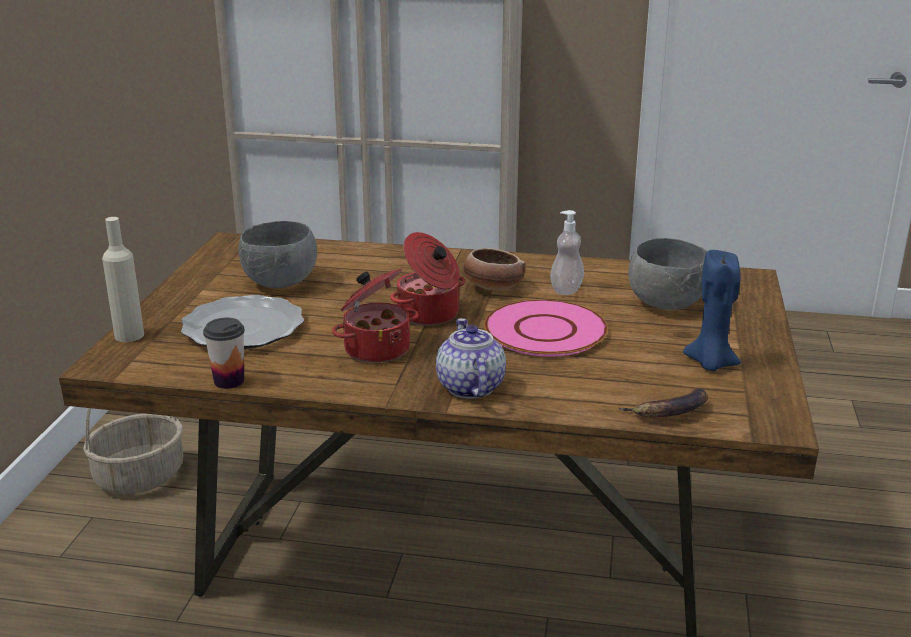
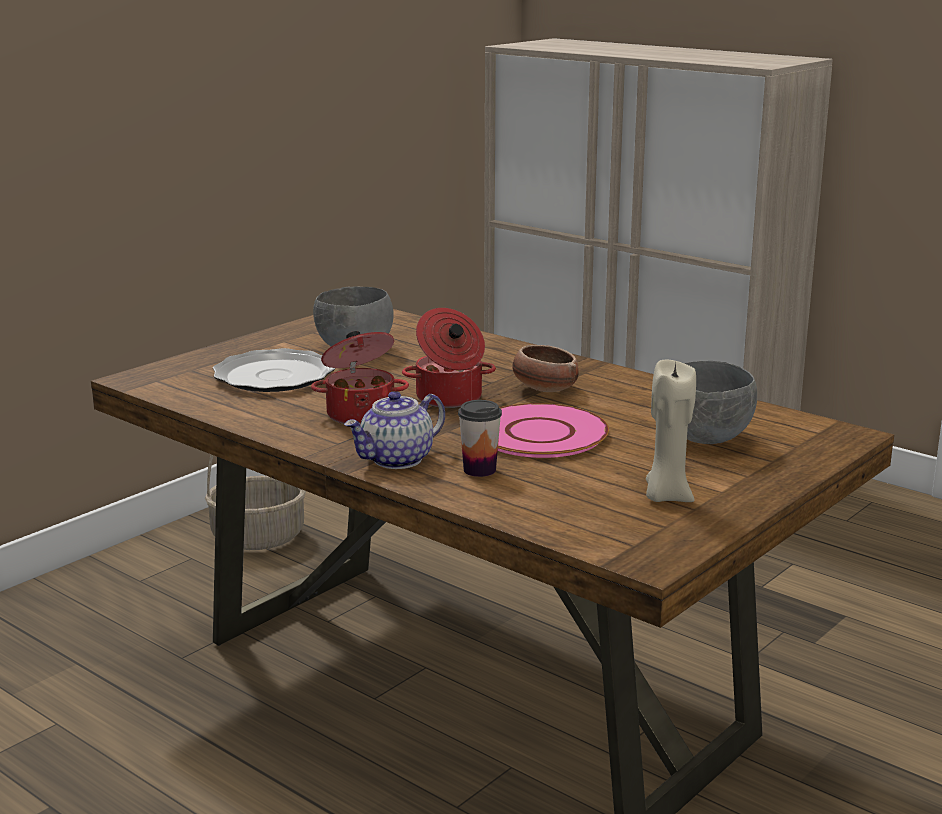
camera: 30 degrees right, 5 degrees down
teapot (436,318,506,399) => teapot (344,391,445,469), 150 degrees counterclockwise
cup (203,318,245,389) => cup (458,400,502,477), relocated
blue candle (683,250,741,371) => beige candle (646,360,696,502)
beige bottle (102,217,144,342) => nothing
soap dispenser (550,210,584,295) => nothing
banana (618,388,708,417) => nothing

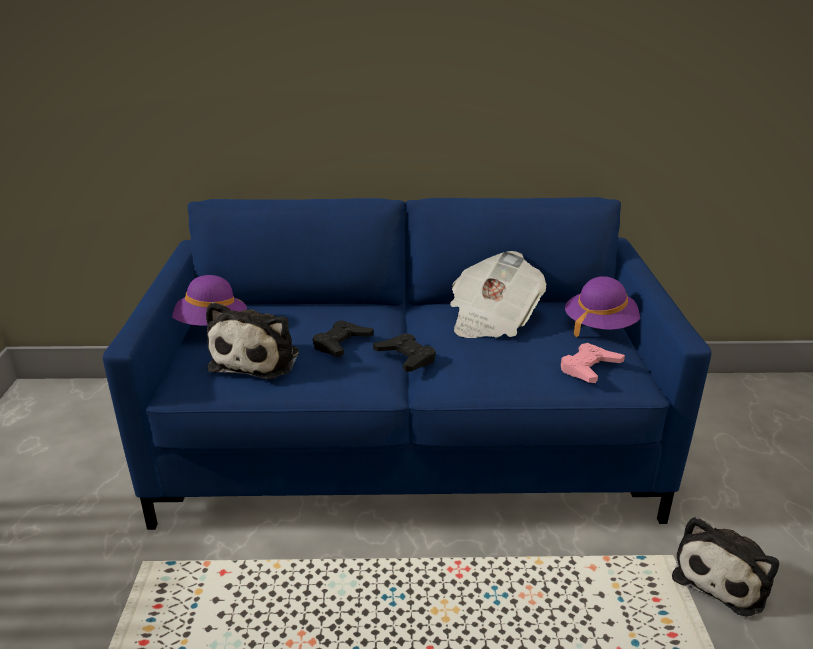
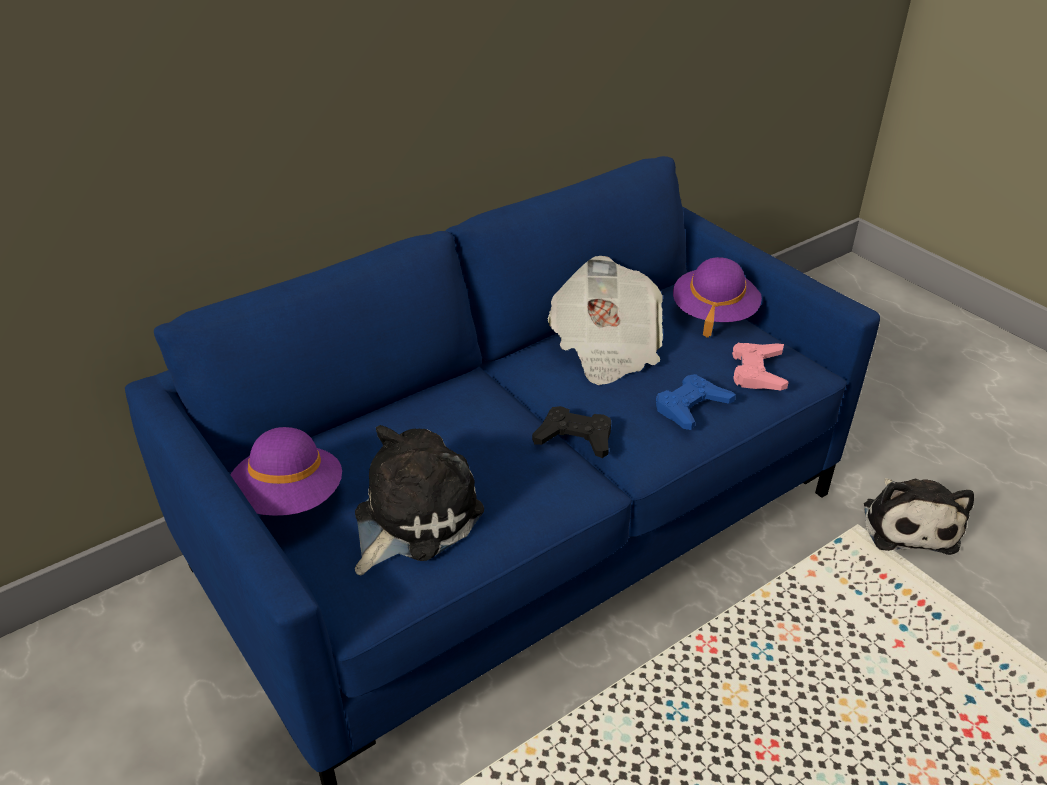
camera: 35 degrees left, 10 degrees up
plush toy (206,302,299,380) => plush toy (355,425,484,576), 120 degrees counterclockwise
nothing => blue game controller (656,374,736,430)
black game controller (312,320,374,357) => nothing

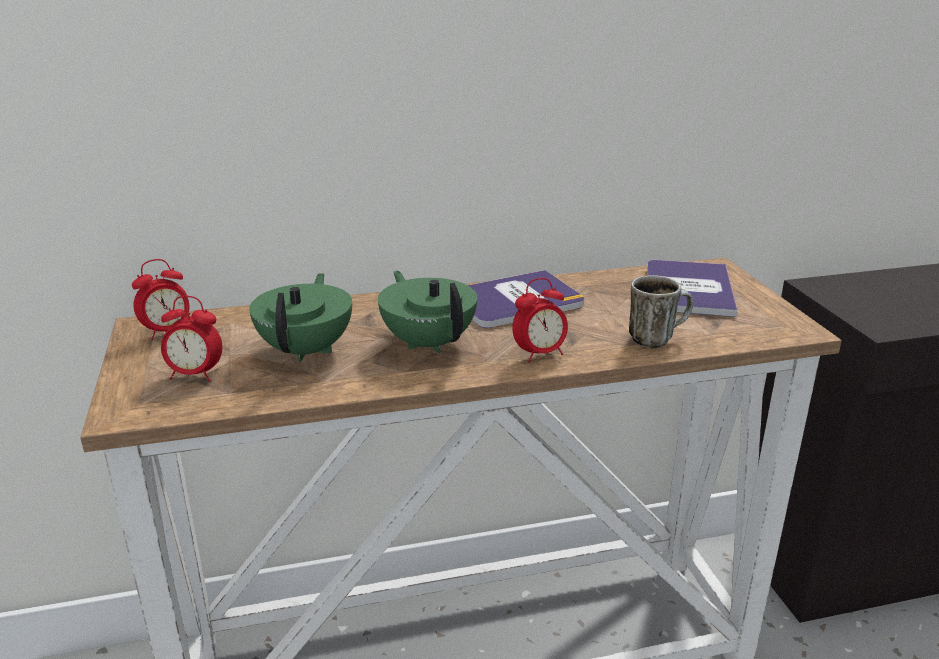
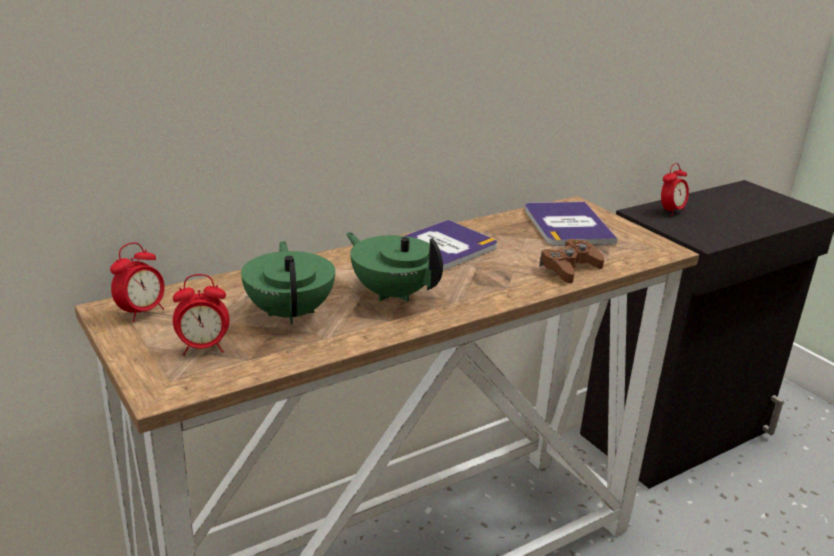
camera: 20 degrees left, 0 degrees up
mug (629,275,693,348) => brown game controller (539,239,604,284)
alarm clock (512,278,568,363) => alarm clock (661,163,689,216), relocated

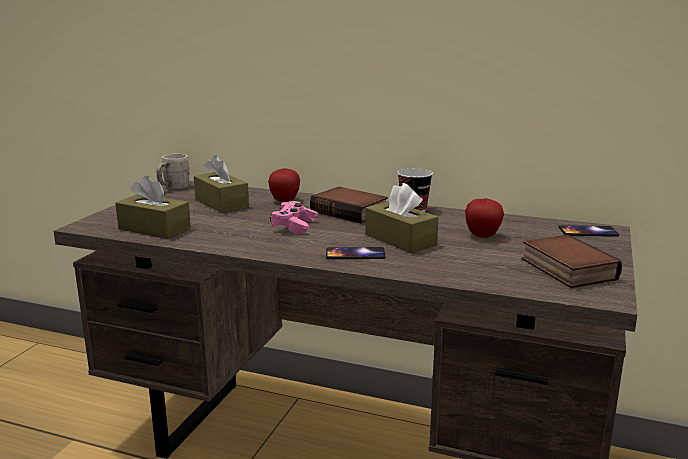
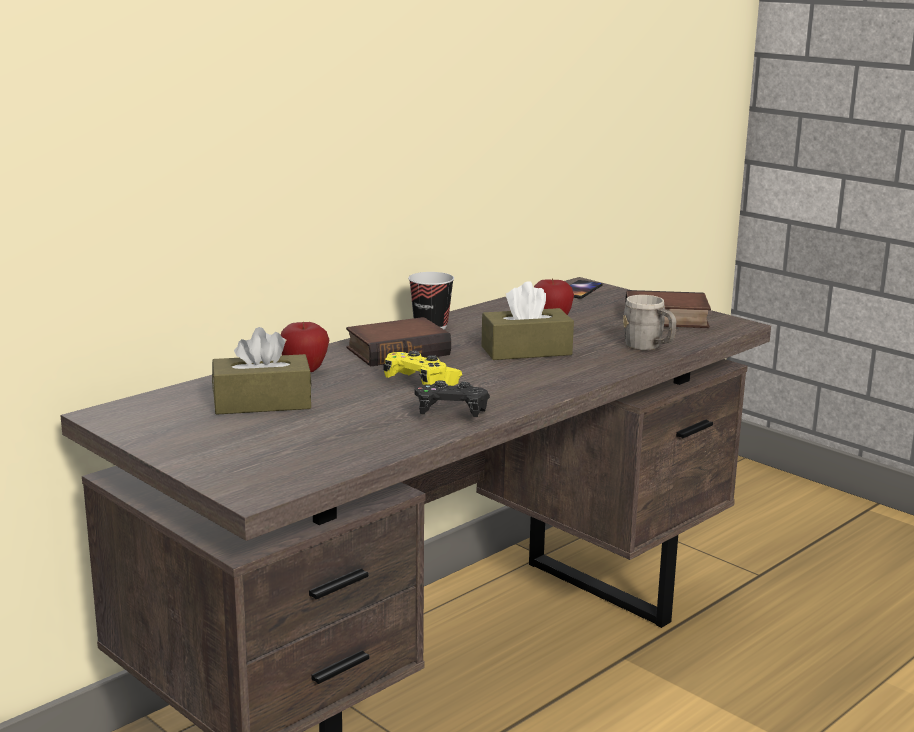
camera: 65 degrees left, 0 degrees up
pink game controller (270,201,318,234) => yellow game controller (383,350,462,386)
nothing => black game controller (414,380,490,417)
grey mug (156,154,190,190) => grey mug (623,295,676,350), relocated
brown tissue box (115,175,191,239) => nothing
phone (326,247,386,259) => nothing

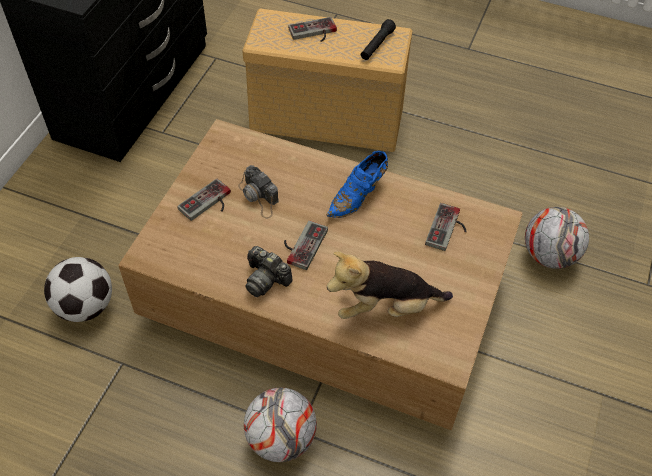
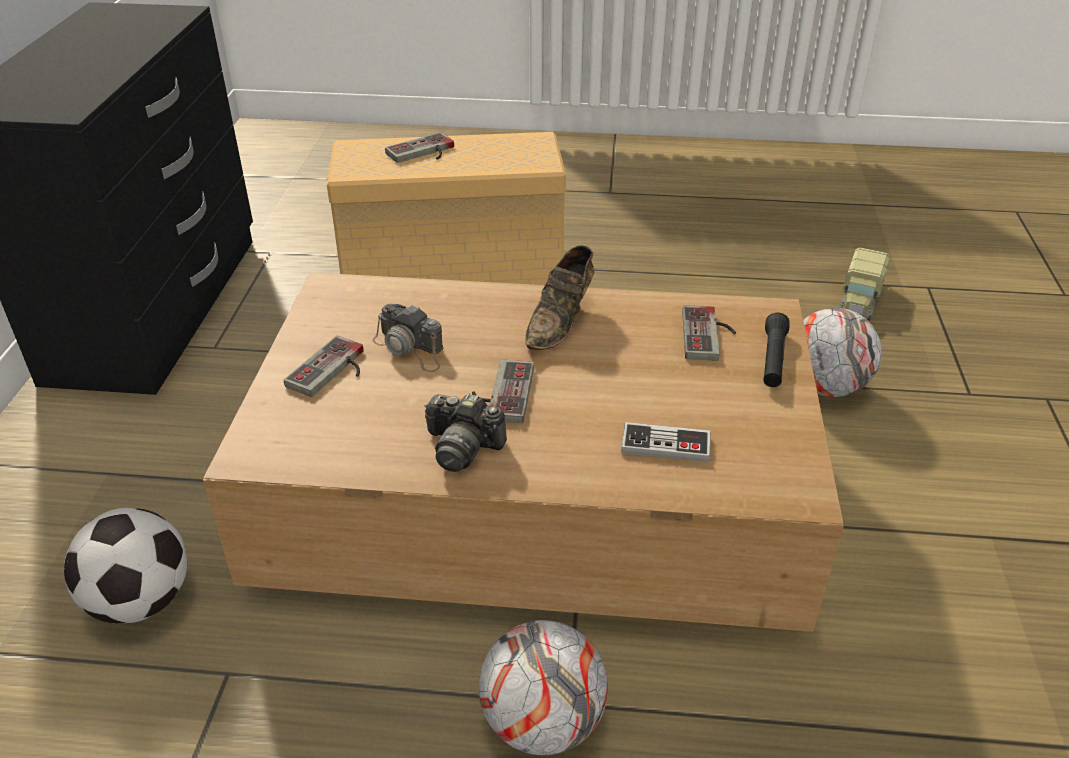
camera: 15 degrees left, 15 degrees down
blue shoe (326,151,388,218) => brown shoe (525,246,594,350)
plush toy (327,251,453,319) => game controller (621,422,711,462)
black flashlight (361,19,396,60) => black flashlight (763,313,790,387), relocated
nothing => toy truck (839,247,890,321)

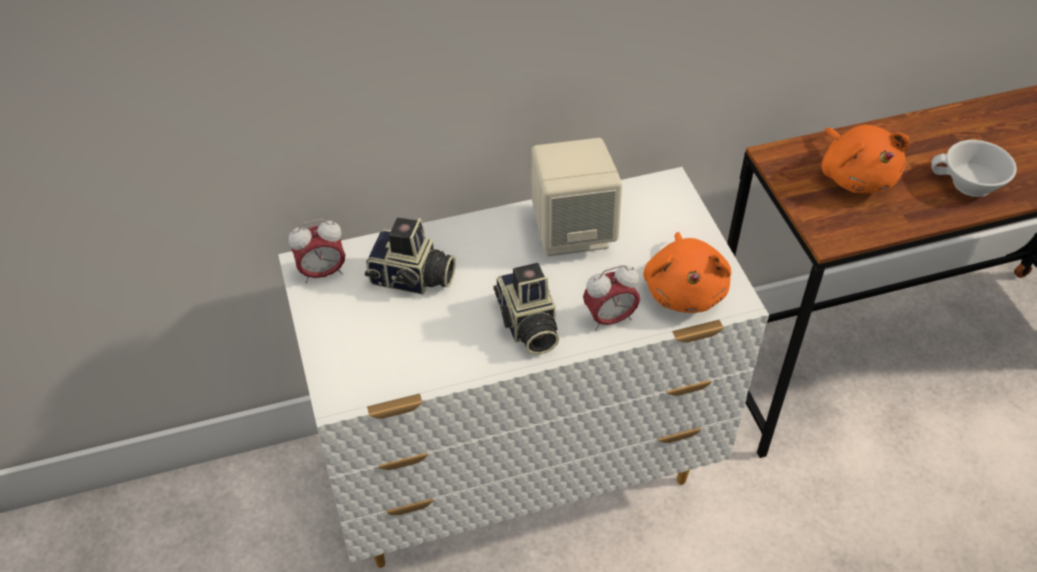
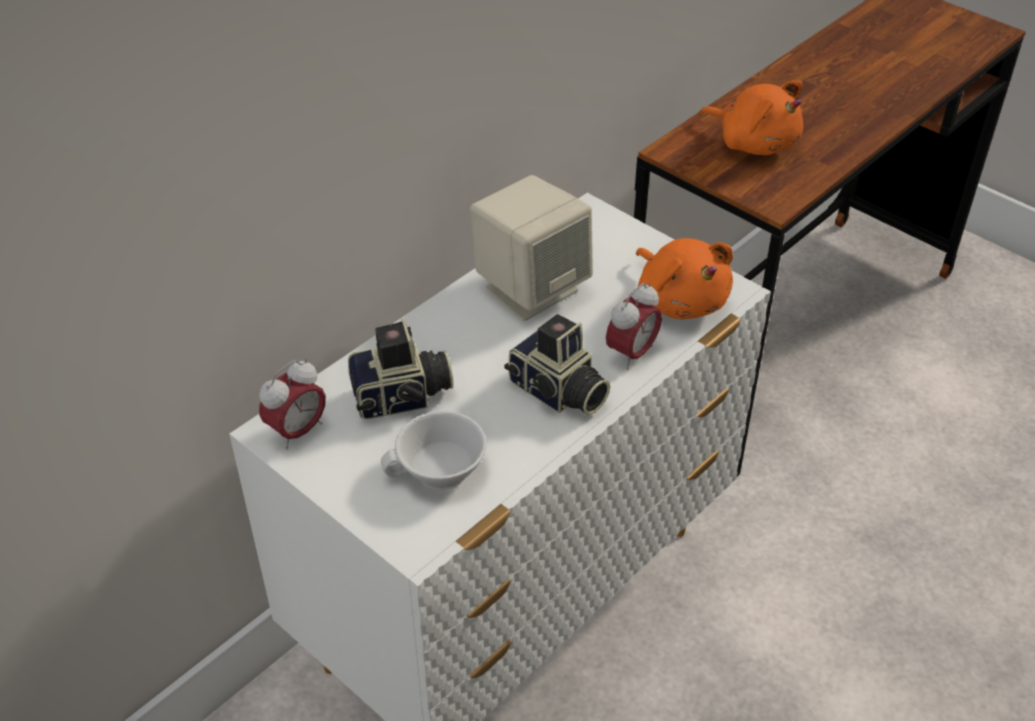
camera: 30 degrees left, 5 degrees down
white cup (931,140,1017,197) => white cup (381,411,487,490), relocated

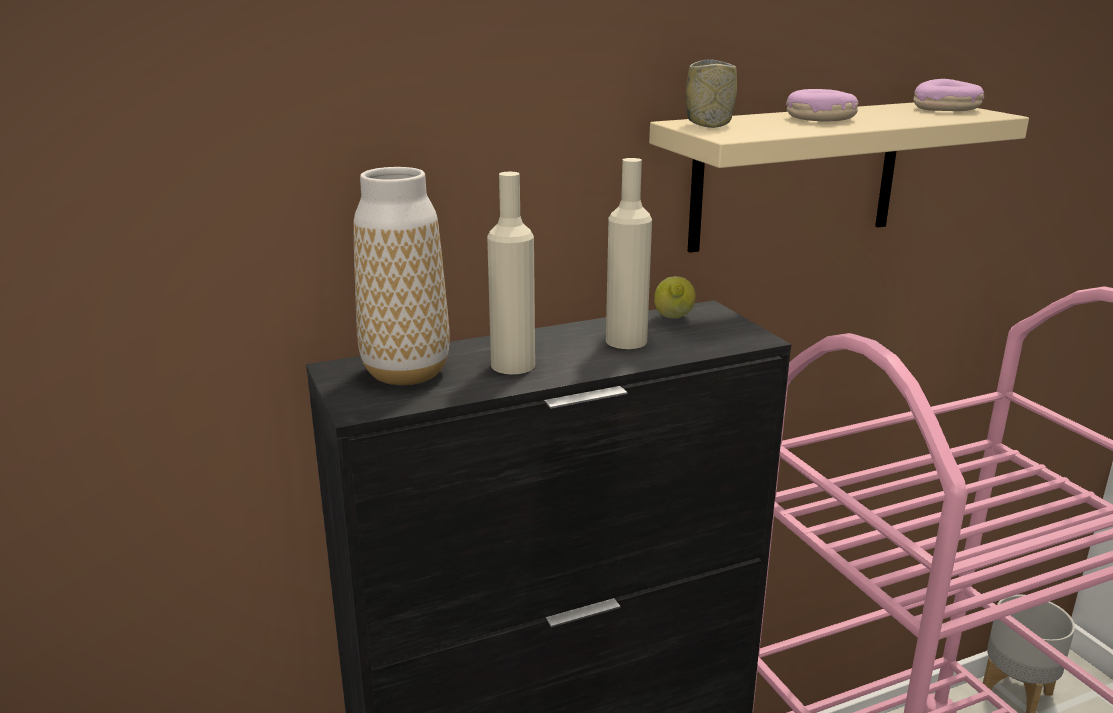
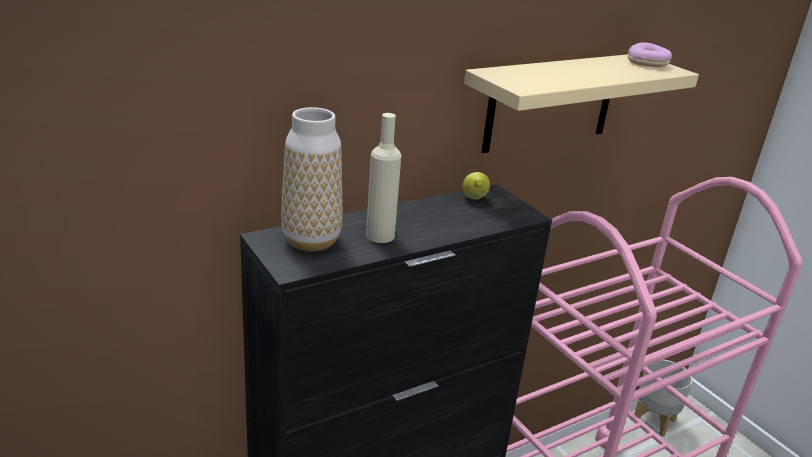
camera: 10 degrees left, 5 degrees up
beige bottle (606,158,652,349) => nothing
cup (686,59,737,128) => nothing
donut (786,89,859,122) => nothing

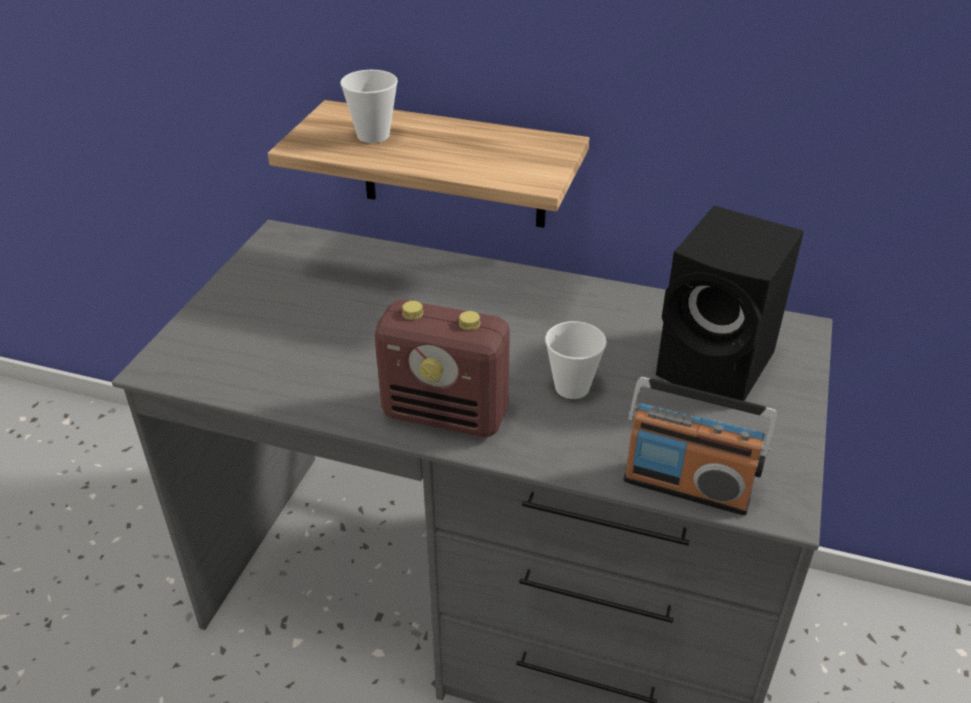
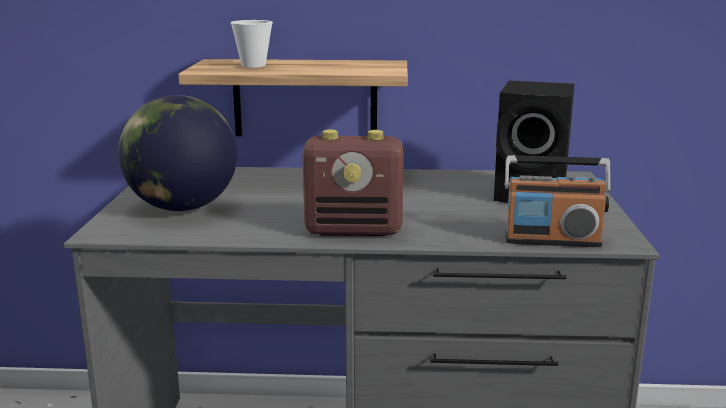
camera: 15 degrees left, 20 degrees down
nothing => globe (118,95,237,211)
cup (545,321,607,399) => nothing

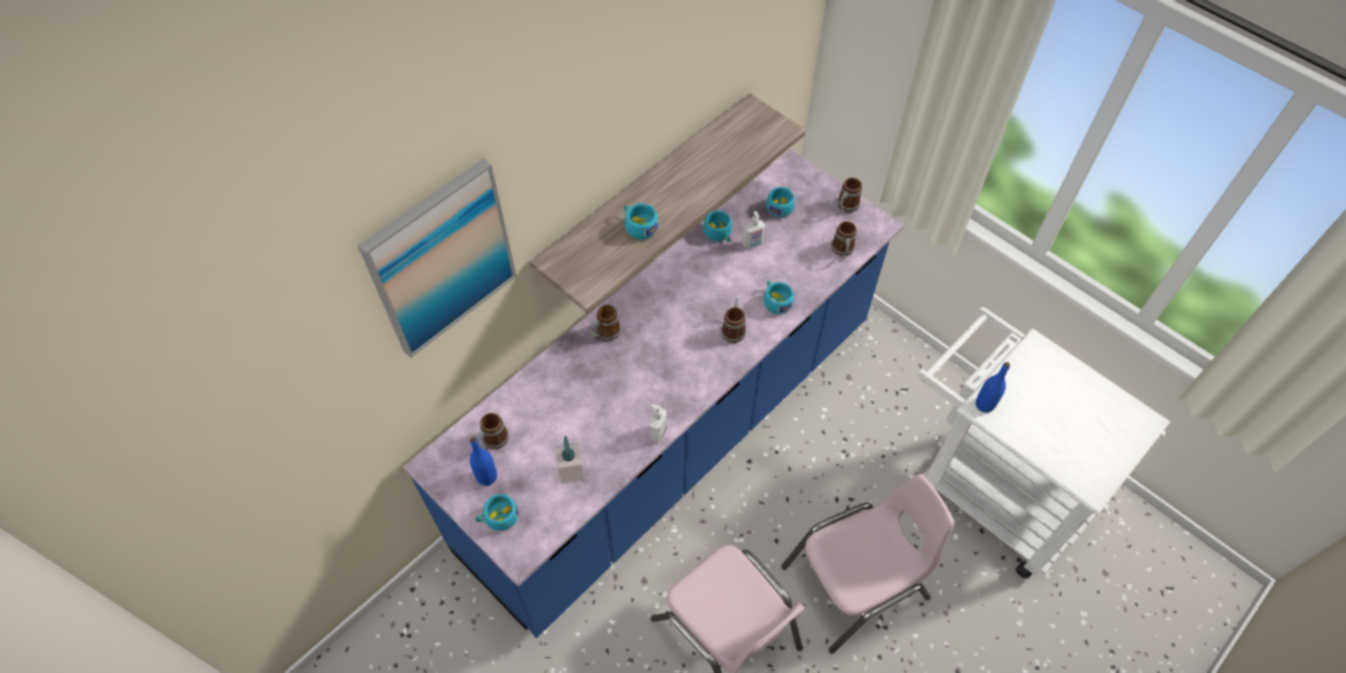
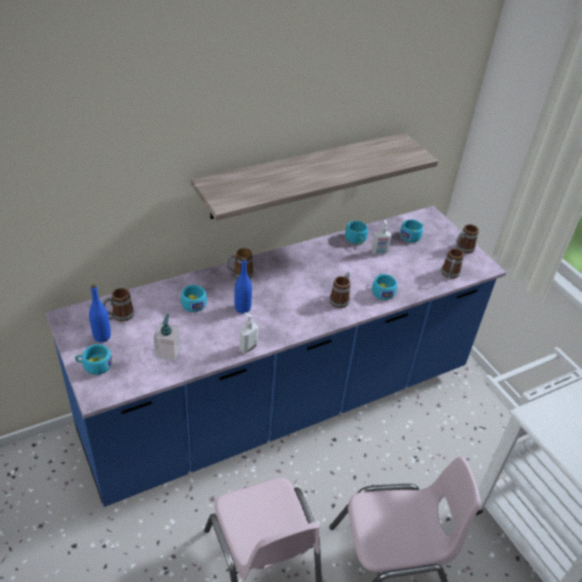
camera: 15 degrees right, 15 degrees down
turquoise cup (624,203,659,239) => turquoise cup (181,285,207,312), relocated
blue bottle (976,362,1010,413) => blue bottle (235,258,252,314), relocated
picture (358,158,517,358) => nothing

